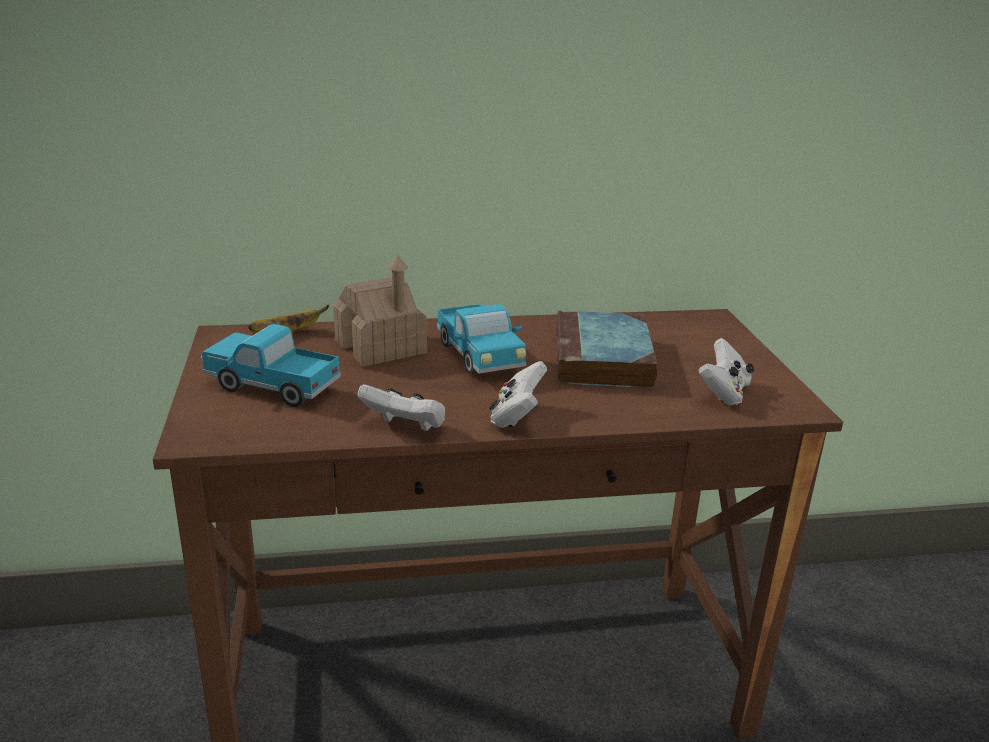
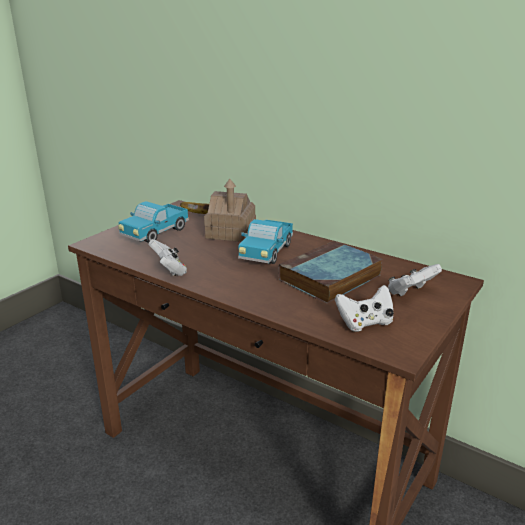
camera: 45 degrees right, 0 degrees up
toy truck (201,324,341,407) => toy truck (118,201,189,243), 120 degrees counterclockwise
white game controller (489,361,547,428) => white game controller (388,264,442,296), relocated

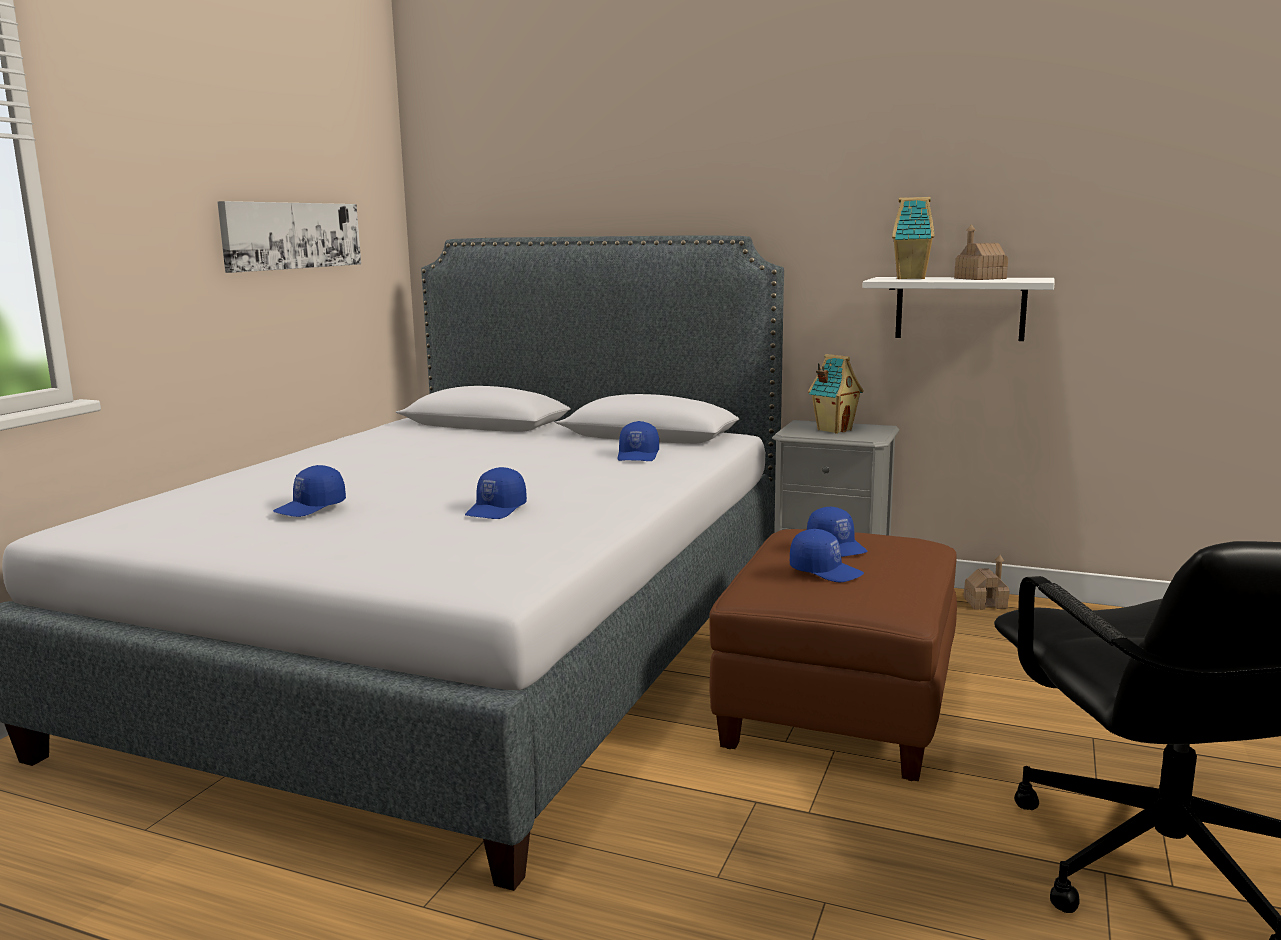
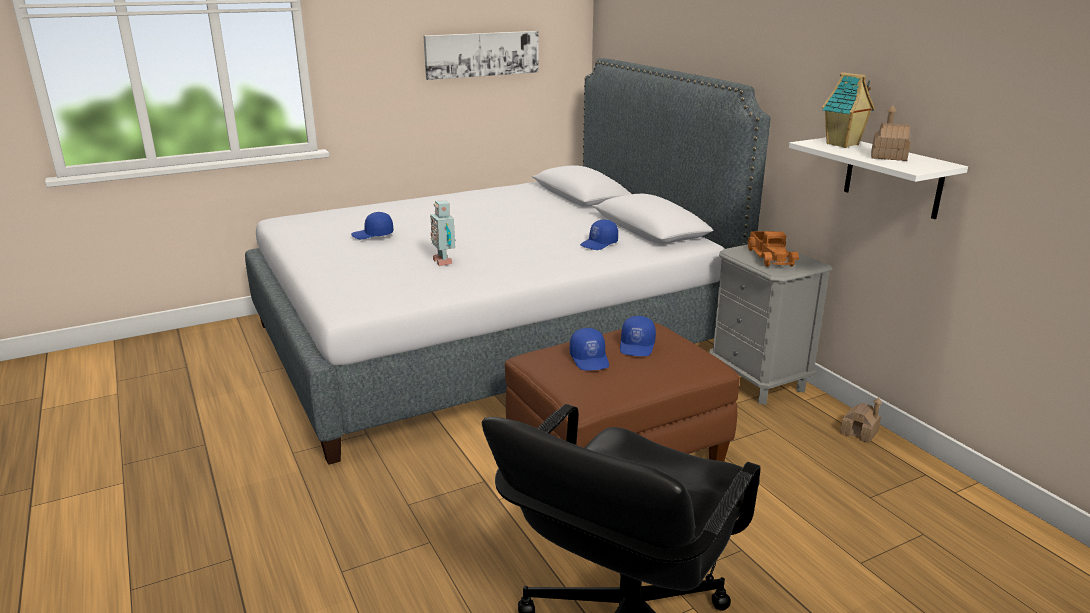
camera: 40 degrees right, 10 degrees up
blue cap (465,467,527,519) => toy robot (430,200,455,266)
toy house (808,354,864,434) => toy truck (747,231,799,267)

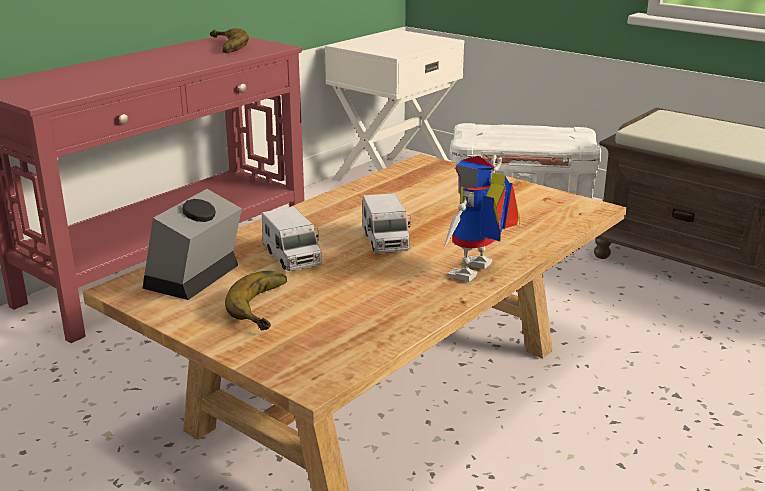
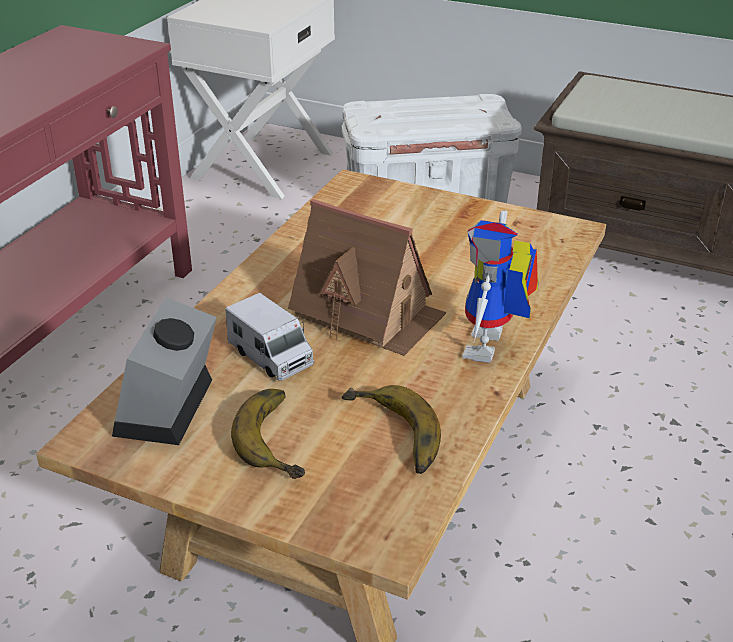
camera: 15 degrees left, 10 degrees up
toy truck (362,193,410,253) => toy house (288,199,446,356)
banana (210,28,249,53) => banana (342,385,441,474), relocated

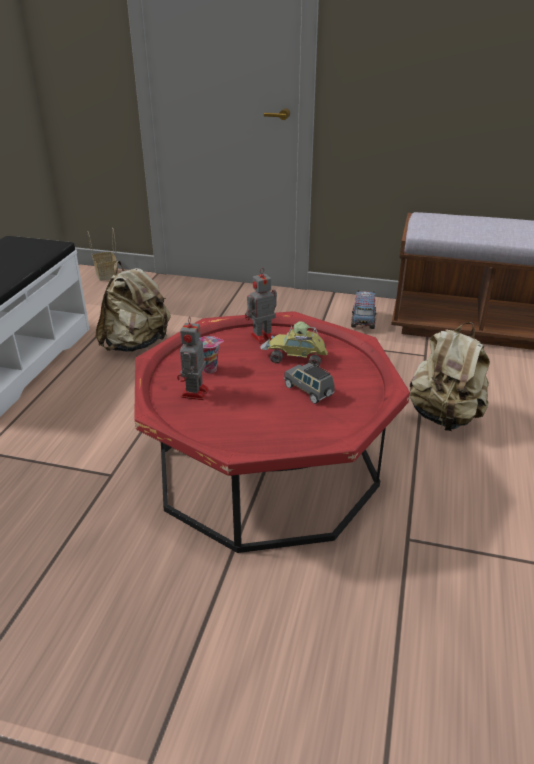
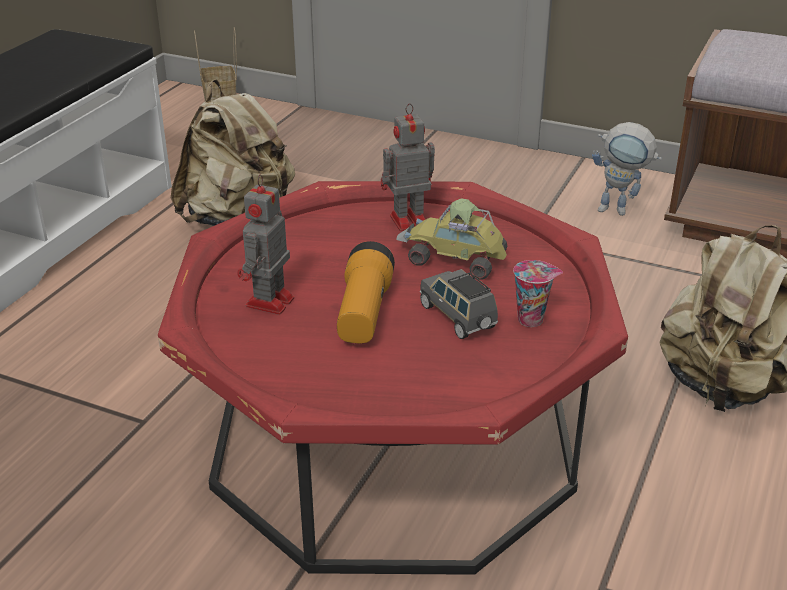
camera: 10 degrees right, 0 degrees up
nothing => flashlight (337,241,395,343)
cup (200,336,224,374) => cup (513,260,563,327), relocated
toy truck (351,290,376,329) => toy robot (592,122,662,216)

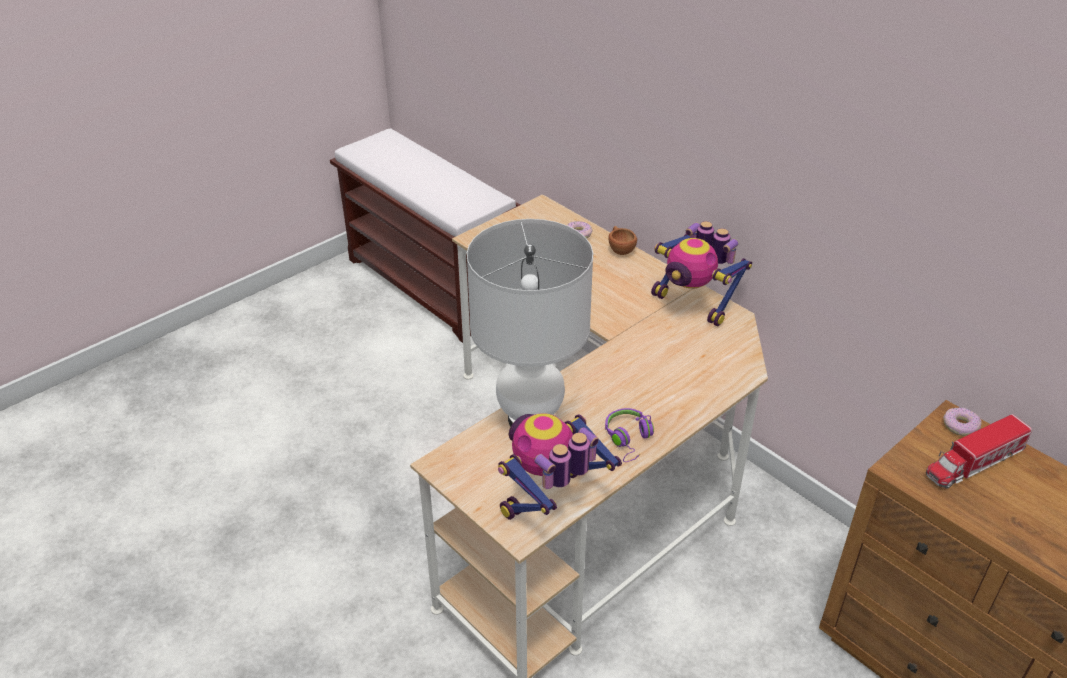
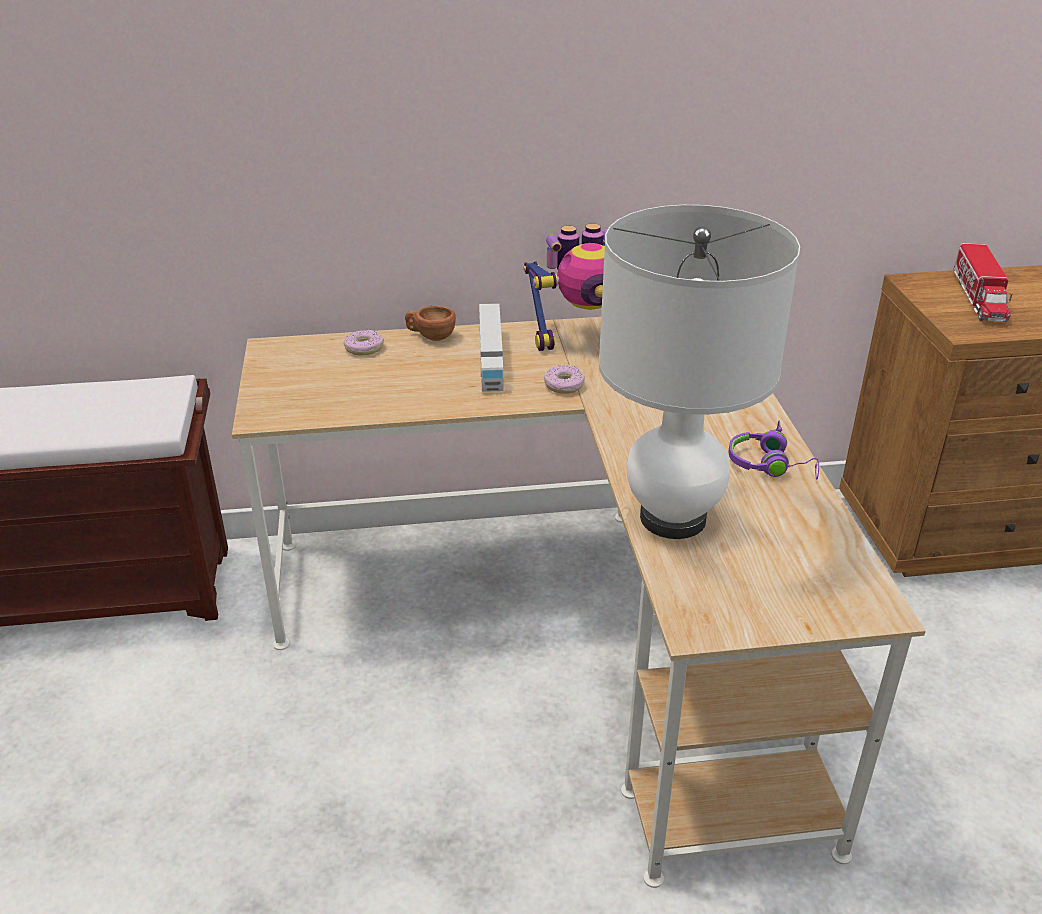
camera: 55 degrees left, 5 degrees down
nothing => toy truck (479,303,504,392)
donut (943,408,981,436) => donut (544,365,585,394), relocated
toy robot (498,413,622,520) => nothing

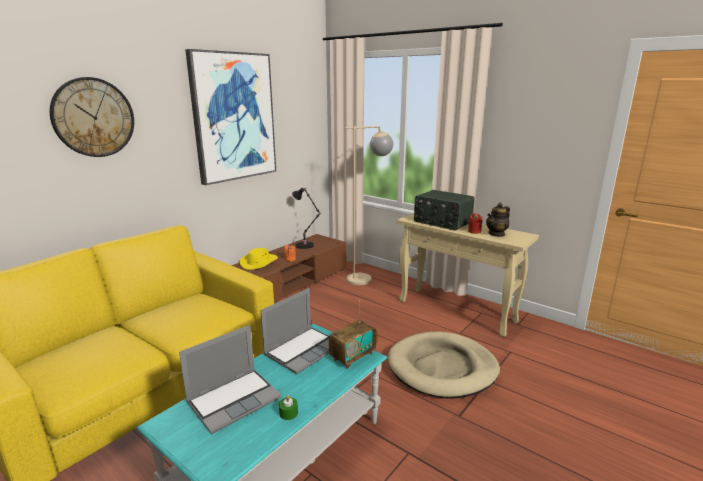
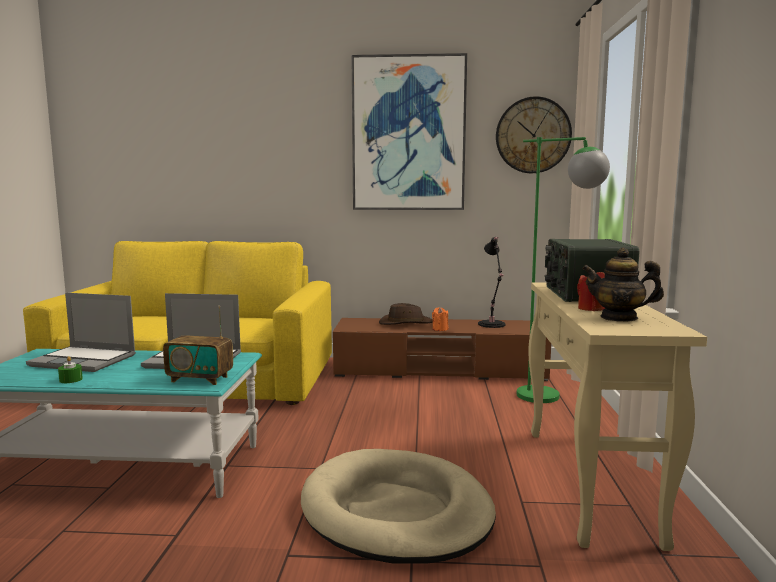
camera: 55 degrees right, 10 degrees down
yellow hat (239,248,278,270) => brown hat (379,303,433,325)
wall clock (50,77,134,157) => wall clock (496,96,572,173), relocated
beige floor lamp (345,126,393,285) => green floor lamp (517,137,610,403)

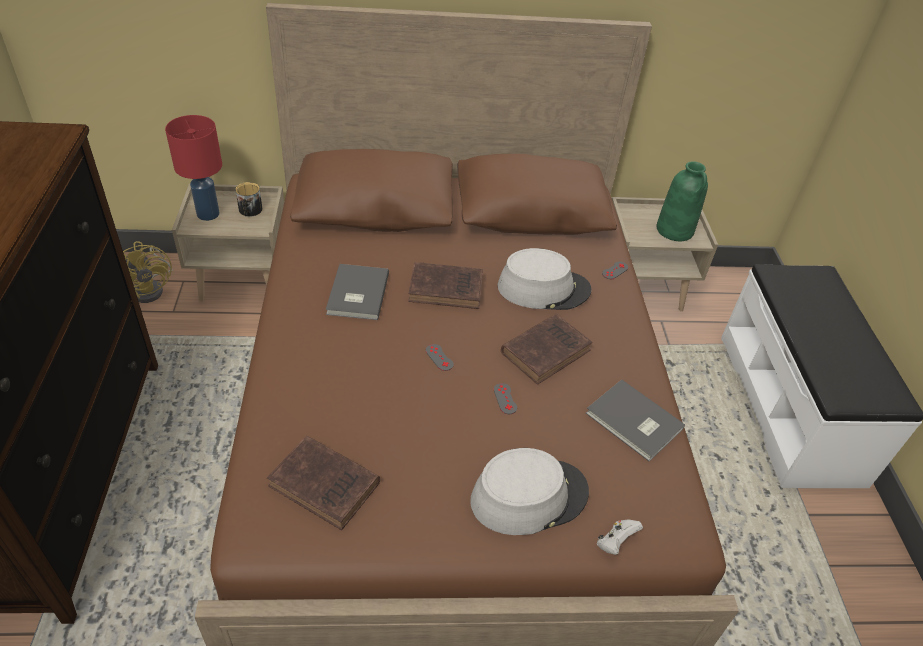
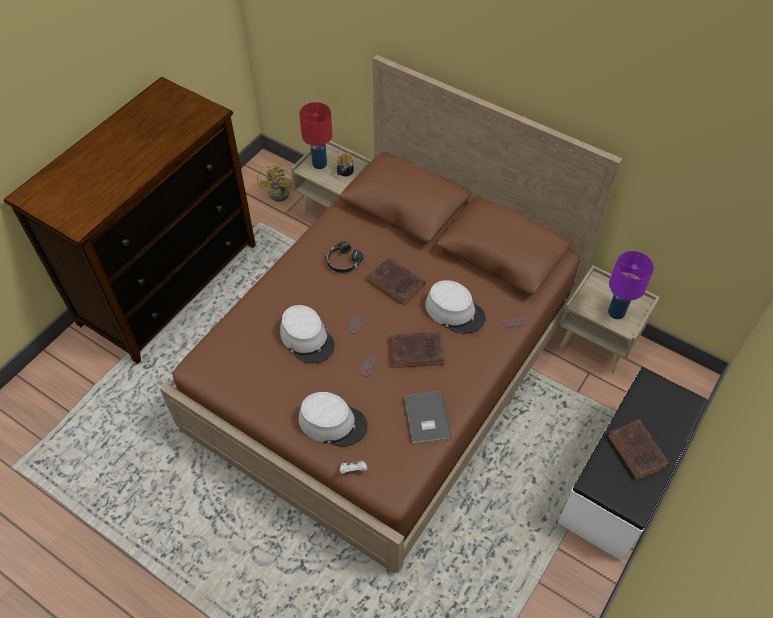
camera: 40 degrees right, 10 degrees up
nothing => grey hat (280,305,335,363)
grey book (326,264,389,320) => black headphones (327,241,364,273)
green vase (656,161,708,241) => purple table lamp (608,251,654,319)
brown book (267,436,380,530) => brown book (608,420,670,480), relocated

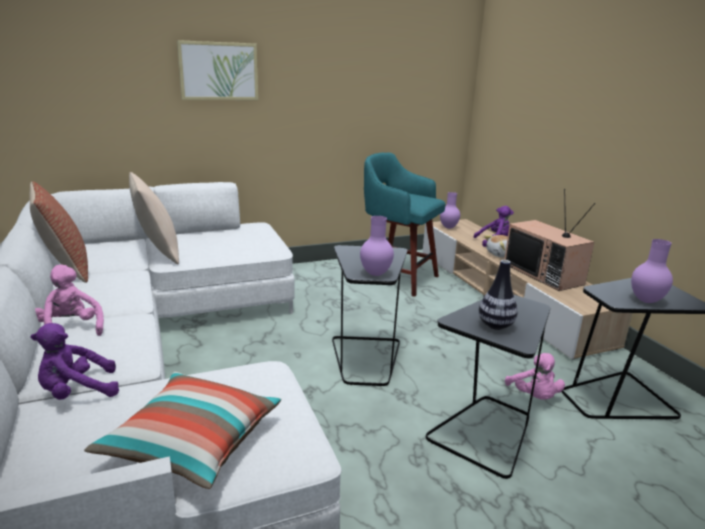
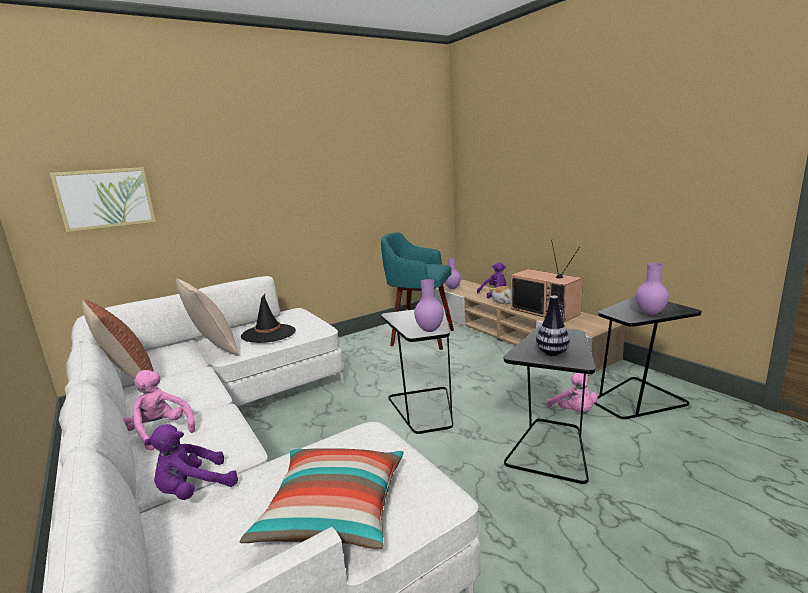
camera: 10 degrees left, 5 degrees down
picture (177,40,258,100) => picture (50,167,156,232), relocated
nothing => black hat (241,294,296,343)

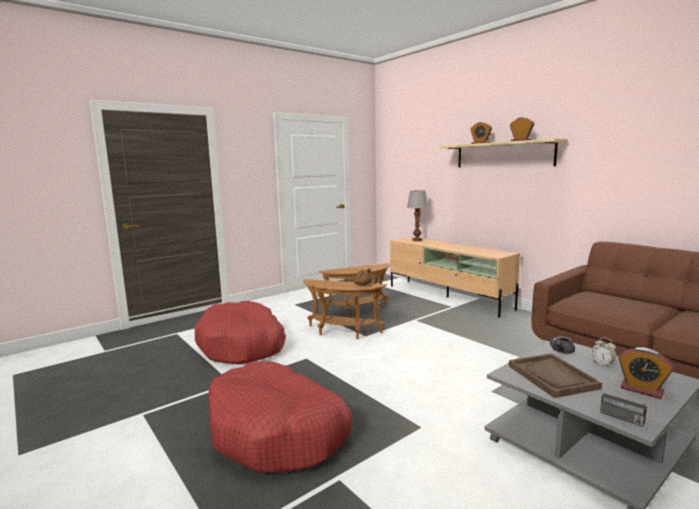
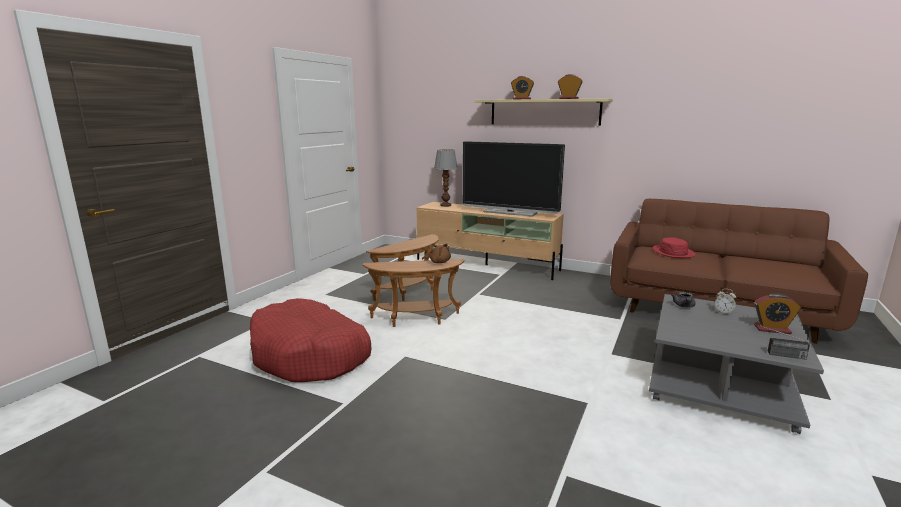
camera: 25 degrees left, 5 degrees up
nothing => television (462,141,565,217)
nothing => red hat (652,238,696,258)
red dog bed (209,361,352,473) => nothing
brown tray (509,354,602,398) => nothing

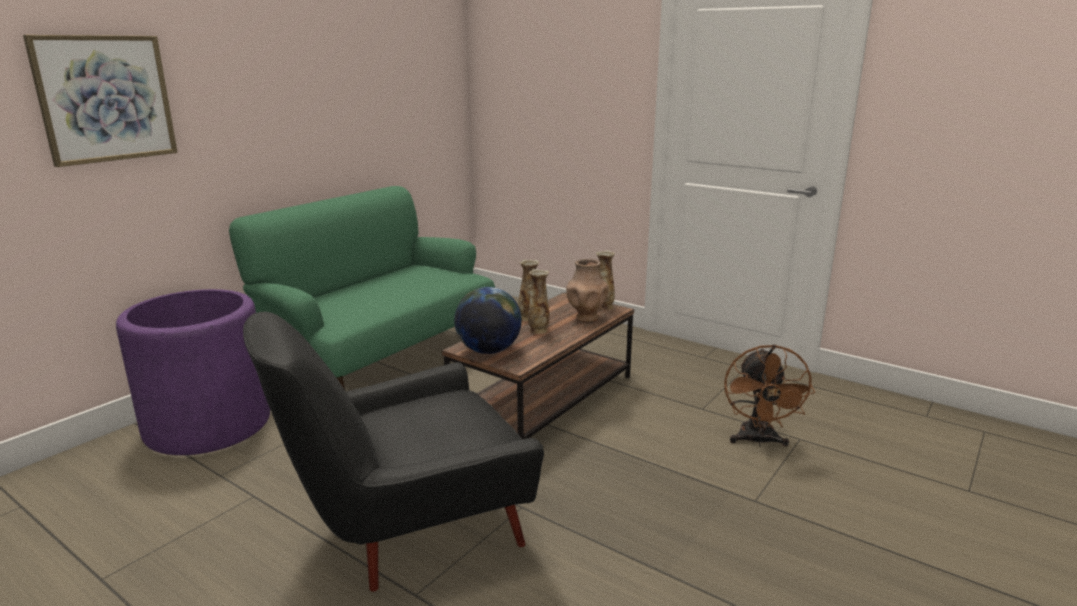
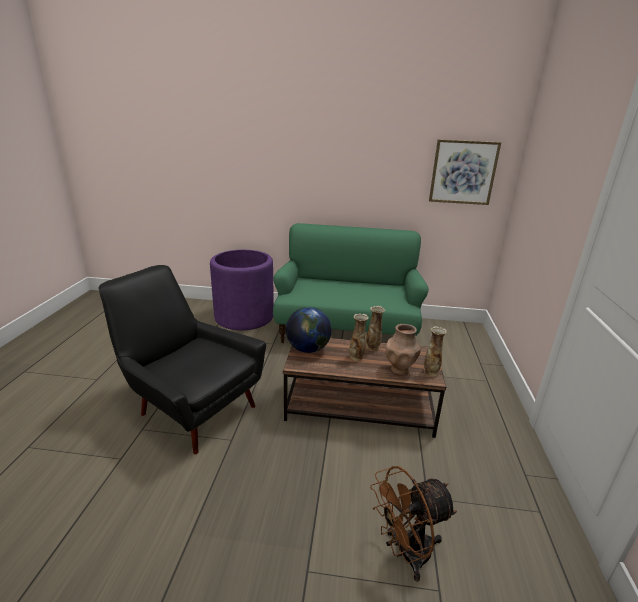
camera: 60 degrees right, 5 degrees up
picture (23,35,178,167) => picture (429,139,501,205), relocated

